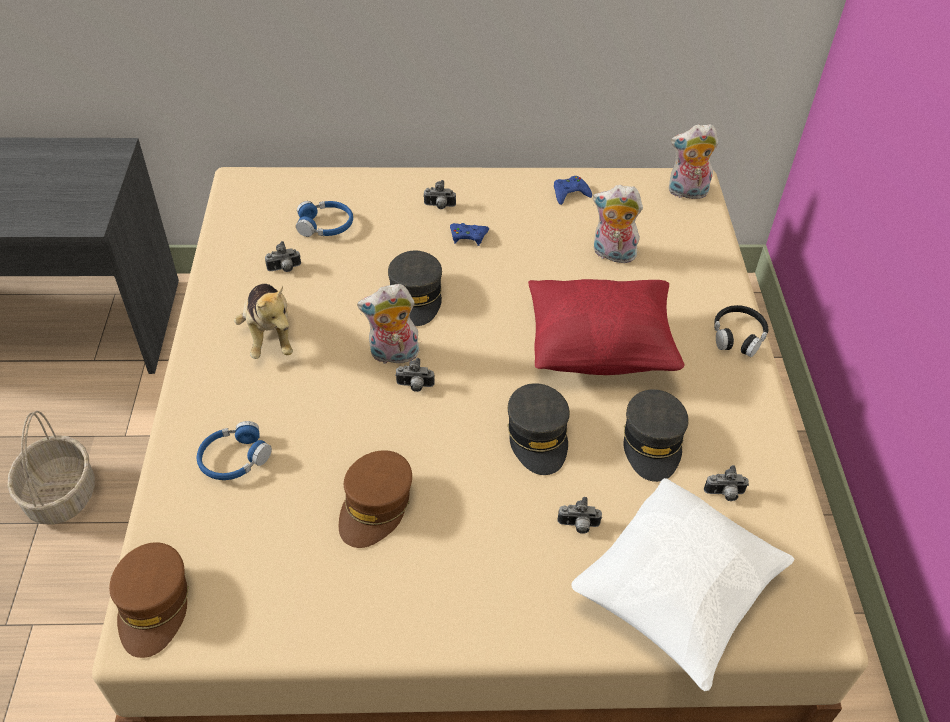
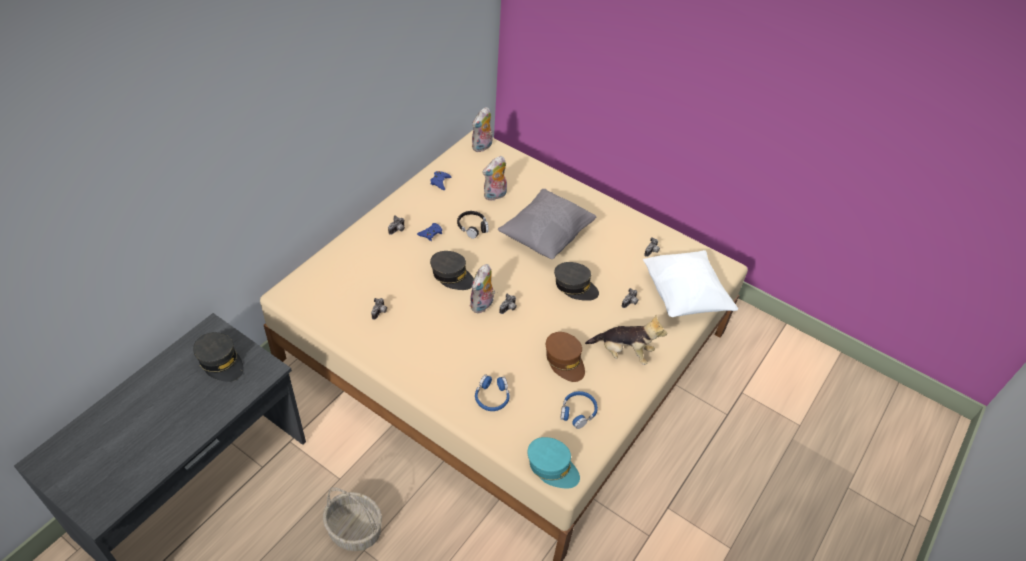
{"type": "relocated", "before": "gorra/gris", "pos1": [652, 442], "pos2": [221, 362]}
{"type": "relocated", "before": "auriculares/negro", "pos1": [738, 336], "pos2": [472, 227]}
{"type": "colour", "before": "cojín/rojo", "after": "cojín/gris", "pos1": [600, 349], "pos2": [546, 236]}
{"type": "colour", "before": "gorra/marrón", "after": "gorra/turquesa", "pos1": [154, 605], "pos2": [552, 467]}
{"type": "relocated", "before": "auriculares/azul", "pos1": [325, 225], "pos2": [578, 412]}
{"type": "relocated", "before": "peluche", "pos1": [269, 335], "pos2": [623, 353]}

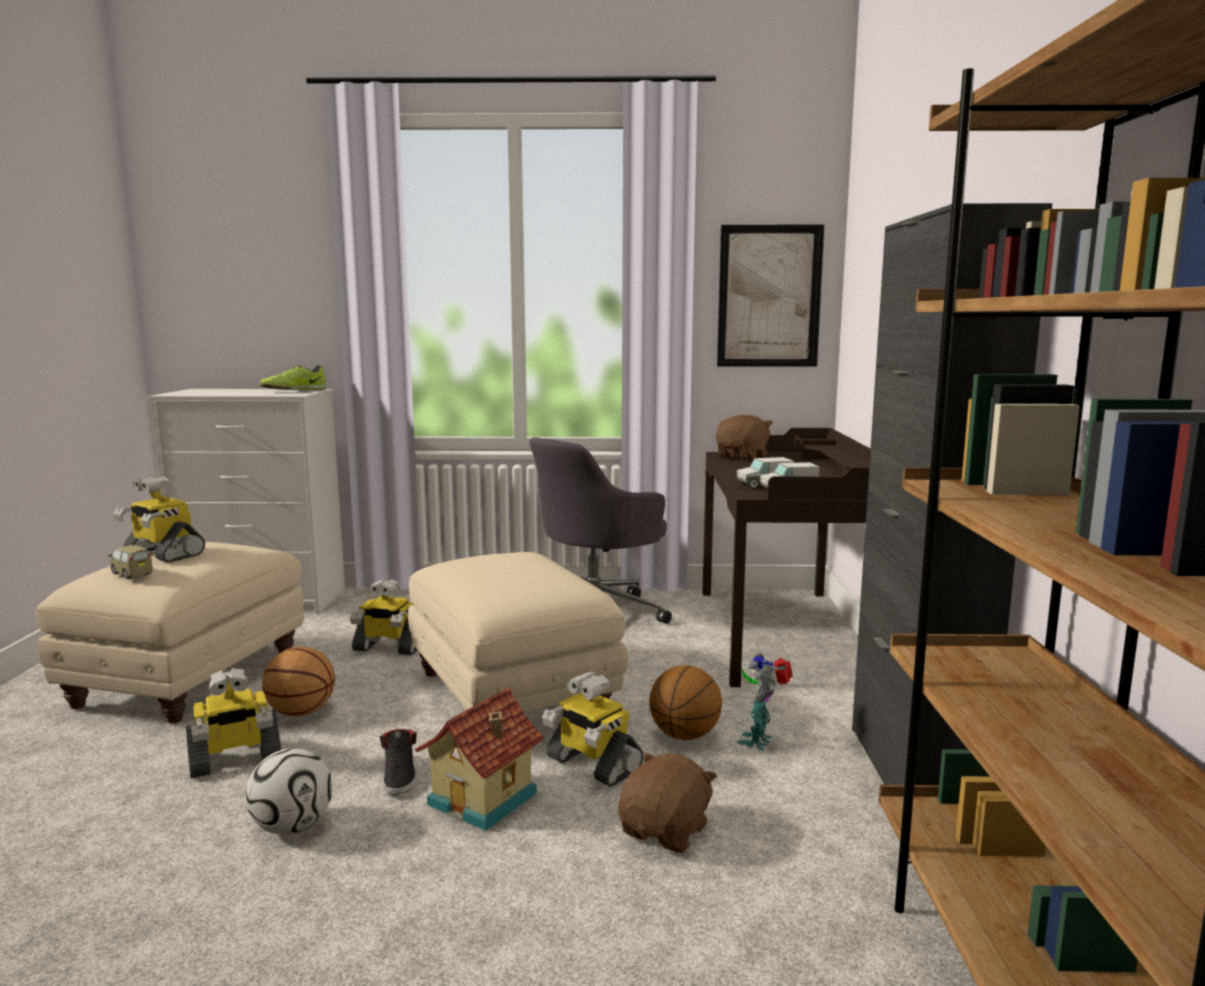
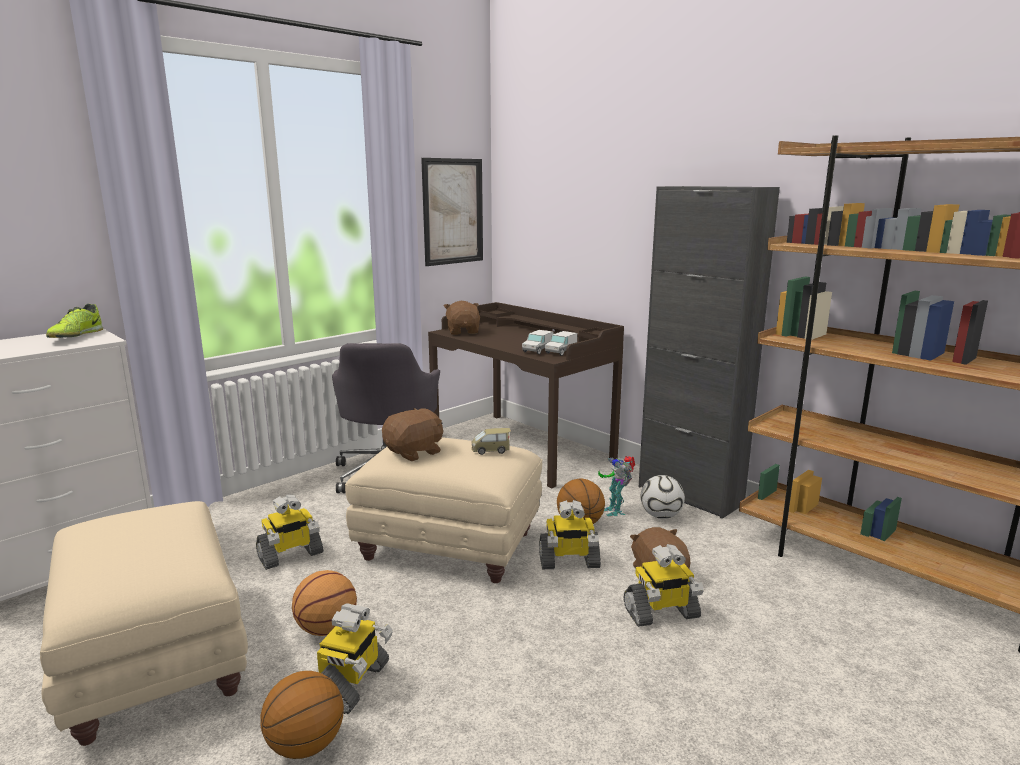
{"type": "appeared", "after": "balón de baloncesto", "pos2": [305, 745]}
{"type": "appeared", "after": "peluche/marrón", "pos2": [415, 452]}
{"type": "relocated", "before": "coche de juguete", "pos1": [131, 573], "pos2": [490, 450]}
{"type": "relocated", "before": "robot de juguete", "pos1": [163, 554], "pos2": [661, 613]}
{"type": "relocated", "before": "balón de fútbol", "pos1": [292, 826], "pos2": [660, 516]}
{"type": "missing", "before": "zapato/negro", "pos1": [400, 776]}
{"type": "missing", "before": "casita", "pos1": [485, 799]}

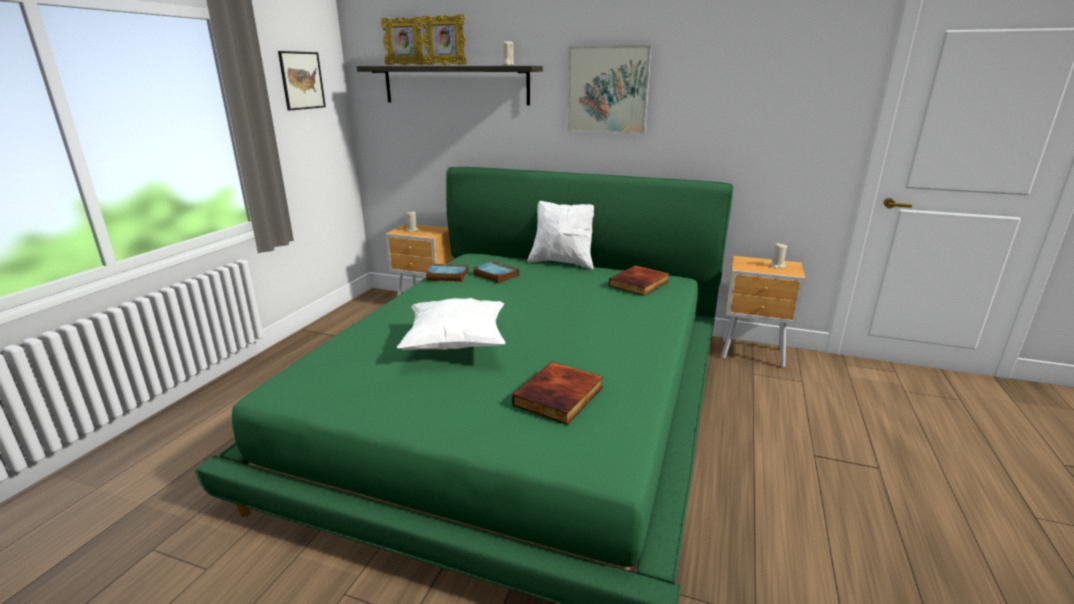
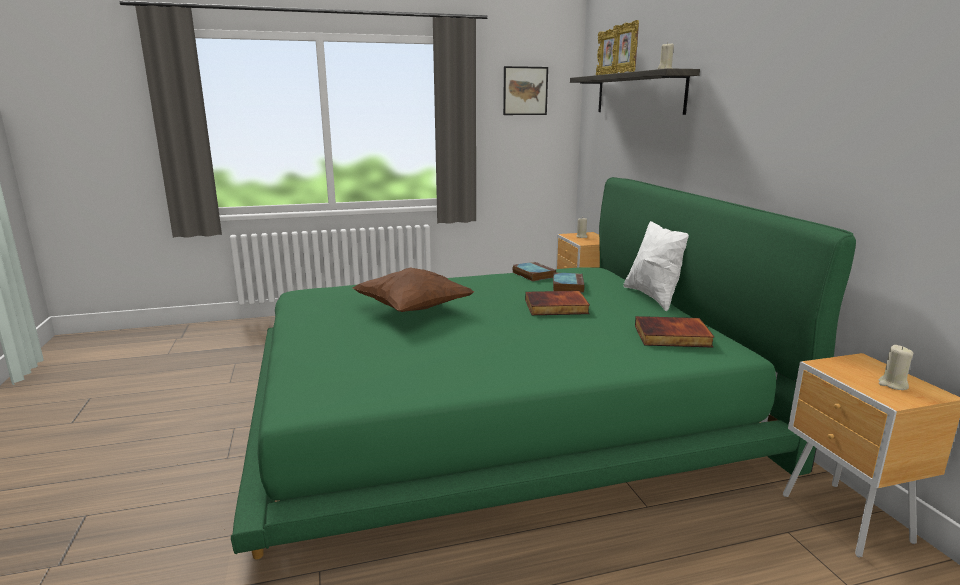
{"type": "colour", "before": "cojín/blanco", "after": "cojín/marrón", "pos1": [456, 344], "pos2": [413, 309]}
{"type": "relocated", "before": "libro", "pos1": [560, 397], "pos2": [556, 307]}
{"type": "missing", "before": "cuadro", "pos1": [607, 90]}

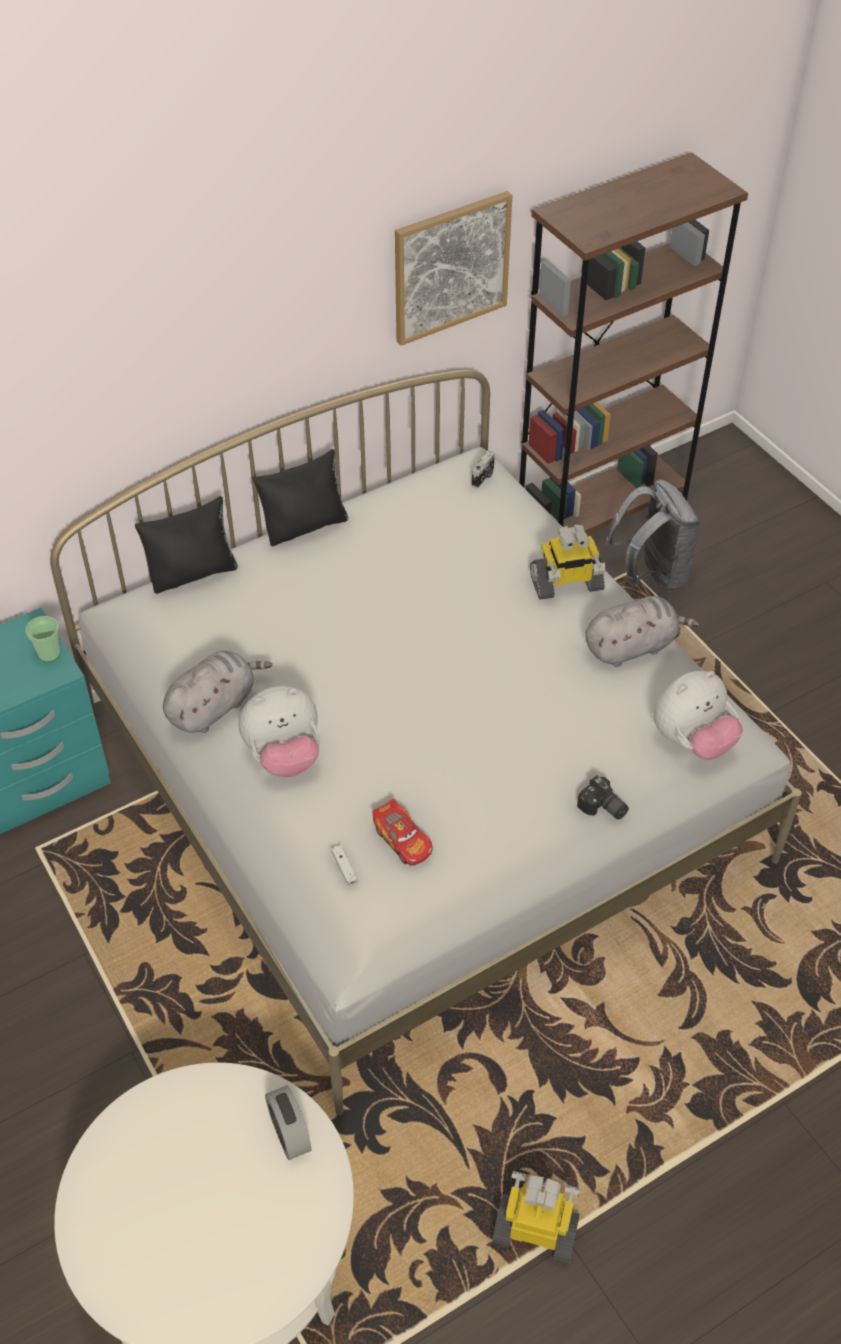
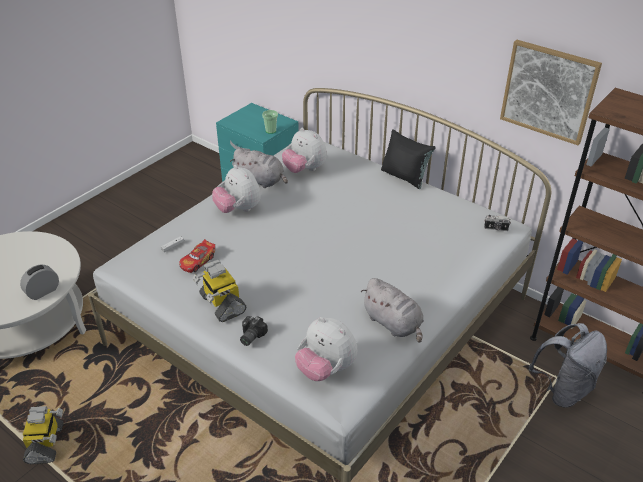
{"type": "relocated", "before": "robot de juguete", "pos1": [566, 584], "pos2": [221, 304]}
{"type": "appeared", "after": "peluche", "pos2": [304, 170]}
{"type": "missing", "before": "cojín/negro", "pos1": [193, 573]}

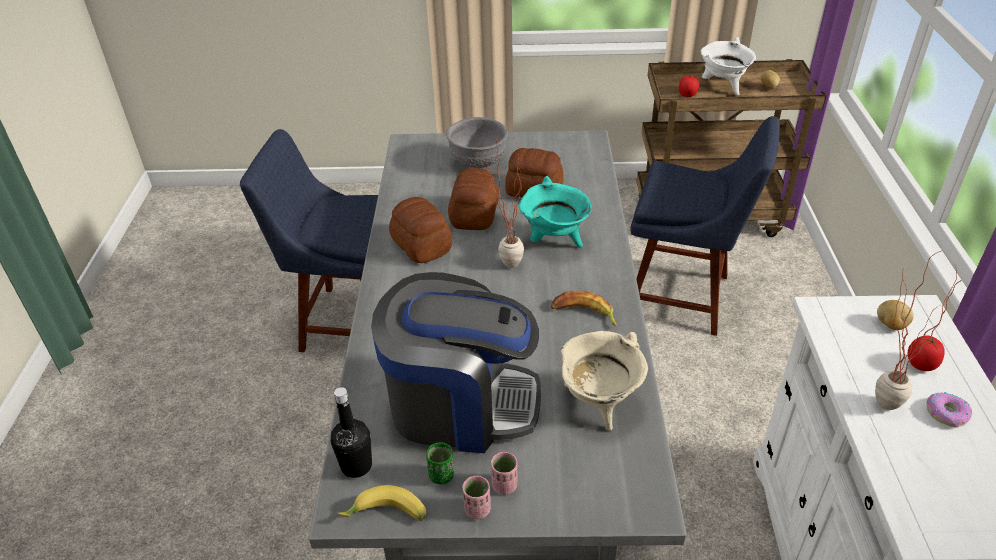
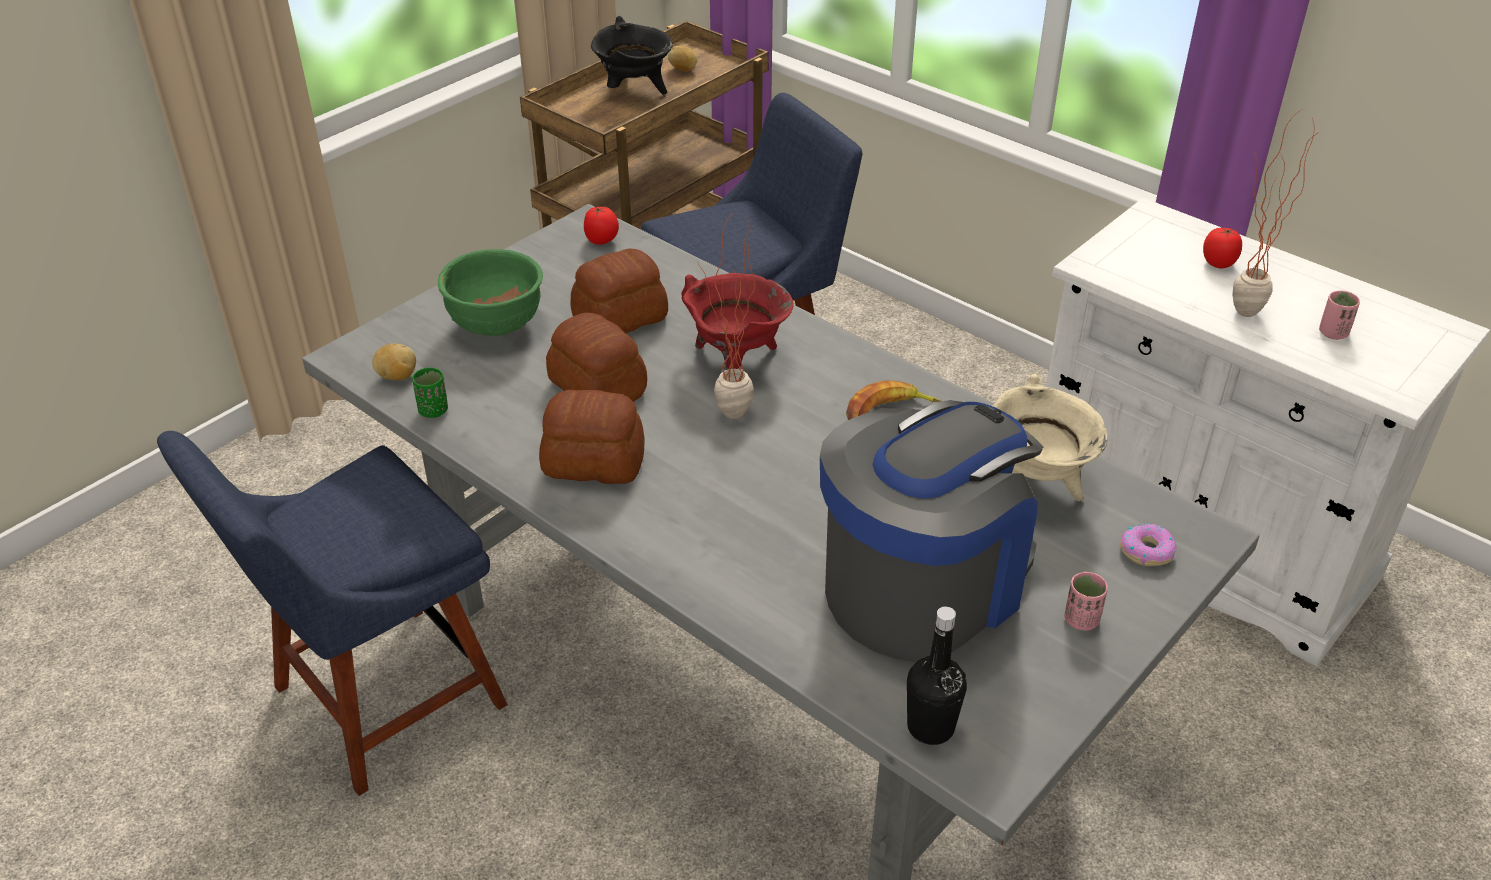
{"type": "relocated", "before": "patata", "pos1": [890, 325], "pos2": [397, 376]}
{"type": "relocated", "before": "taza/verde", "pos1": [441, 475], "pos2": [433, 410]}
{"type": "colour", "before": "cuenco/gris", "after": "cuenco/verde", "pos1": [478, 164], "pos2": [498, 327]}
{"type": "relocated", "before": "tomate", "pos1": [687, 95], "pos2": [602, 241]}
{"type": "colour", "before": "olla/blanco", "after": "olla/negro", "pos1": [723, 87], "pos2": [634, 91]}
{"type": "colour", "before": "olla/turquesa", "after": "olla/rojo", "pos1": [554, 241], "pos2": [737, 359]}
{"type": "relocated", "before": "rosquilla", "pos1": [946, 413], "pos2": [1146, 551]}
{"type": "relocated", "before": "taza/rosa", "pos1": [477, 509], "pos2": [1333, 333]}
{"type": "missing", "before": "plátano", "pos1": [386, 516]}

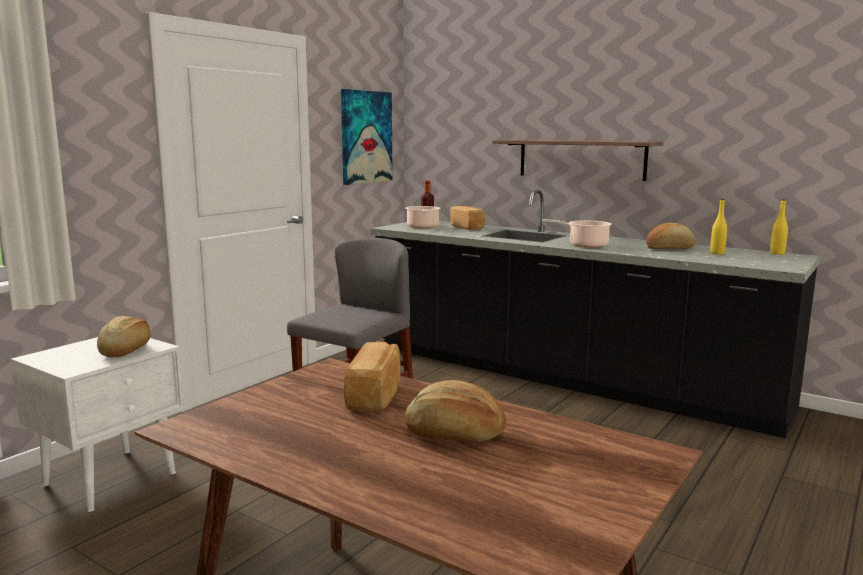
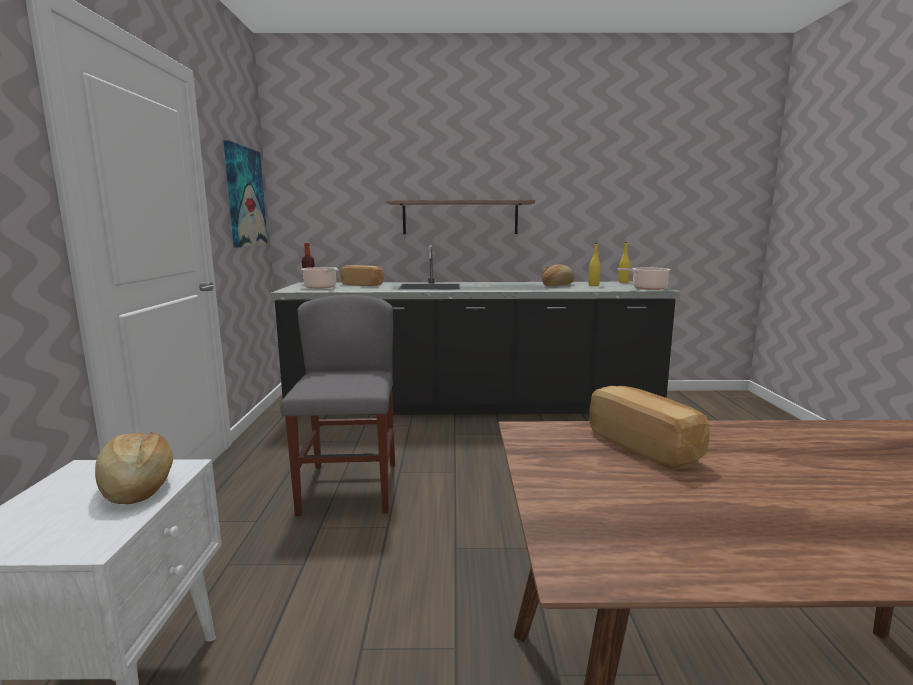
{"type": "relocated", "before": "olla", "pos1": [585, 245], "pos2": [647, 288]}
{"type": "missing", "before": "pan", "pos1": [454, 434]}

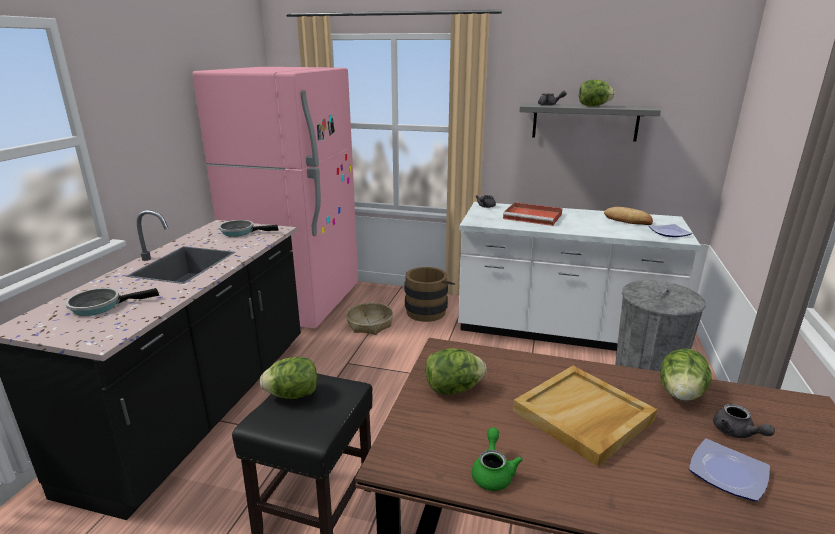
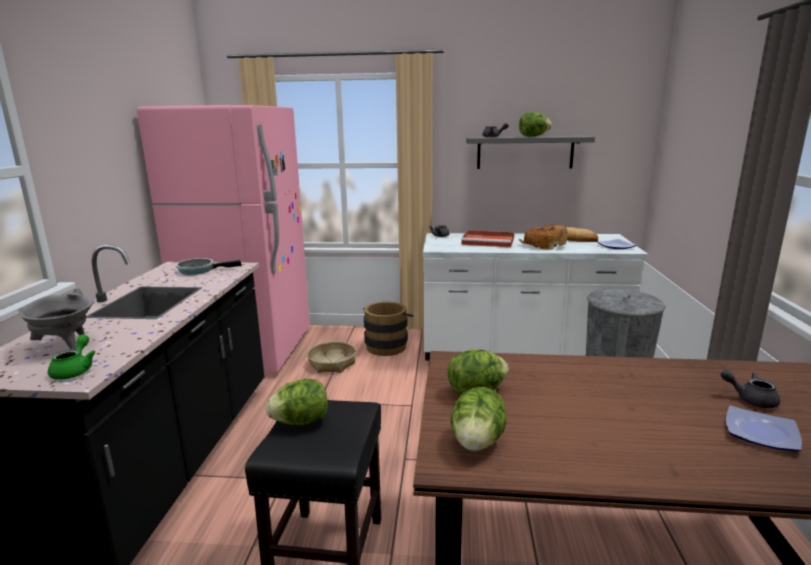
{"type": "exchanged", "before": "sartén", "after": "olla/gris", "pos1": [100, 306], "pos2": [65, 346]}
{"type": "relocated", "before": "tetera/verde", "pos1": [493, 472], "pos2": [75, 370]}
{"type": "relocated", "before": "lechuga", "pos1": [680, 394], "pos2": [477, 442]}
{"type": "appeared", "after": "pan", "pos2": [544, 245]}
{"type": "spun", "before": "tetera/gris", "pos1": [736, 433], "pos2": [750, 399], "turn": 150}
{"type": "missing", "before": "bandeja/beis", "pos1": [583, 416]}

